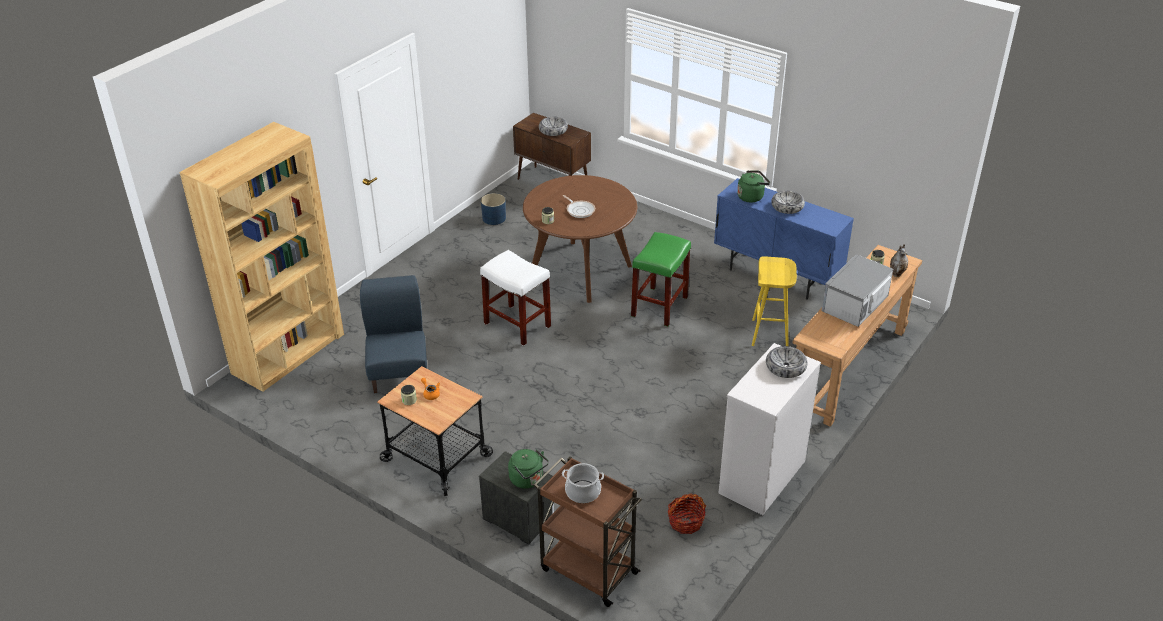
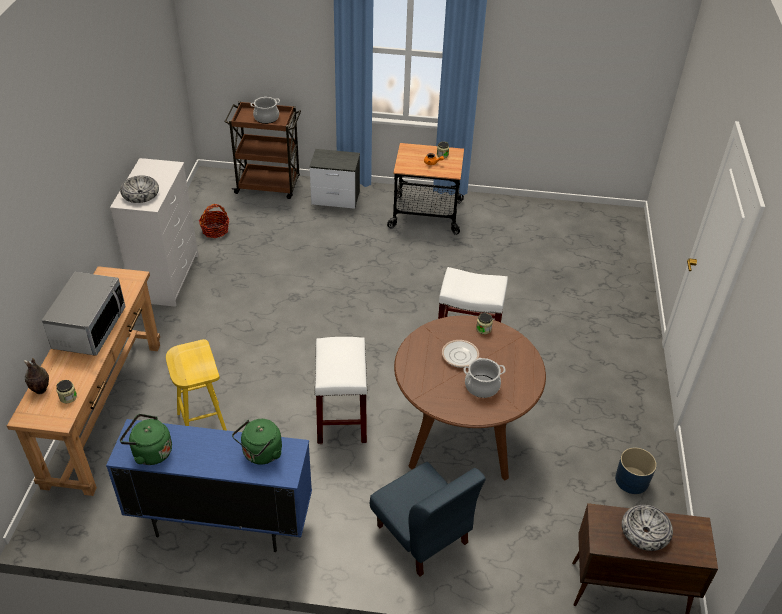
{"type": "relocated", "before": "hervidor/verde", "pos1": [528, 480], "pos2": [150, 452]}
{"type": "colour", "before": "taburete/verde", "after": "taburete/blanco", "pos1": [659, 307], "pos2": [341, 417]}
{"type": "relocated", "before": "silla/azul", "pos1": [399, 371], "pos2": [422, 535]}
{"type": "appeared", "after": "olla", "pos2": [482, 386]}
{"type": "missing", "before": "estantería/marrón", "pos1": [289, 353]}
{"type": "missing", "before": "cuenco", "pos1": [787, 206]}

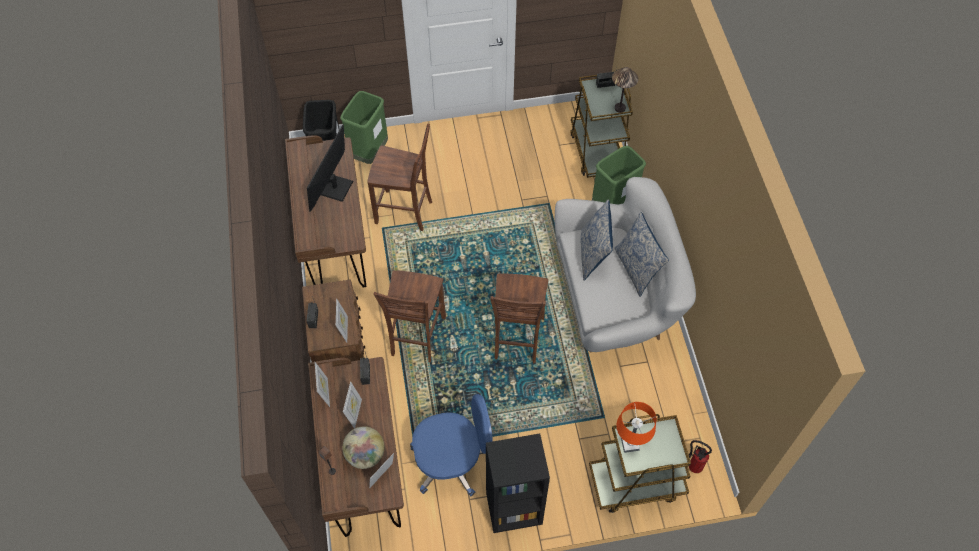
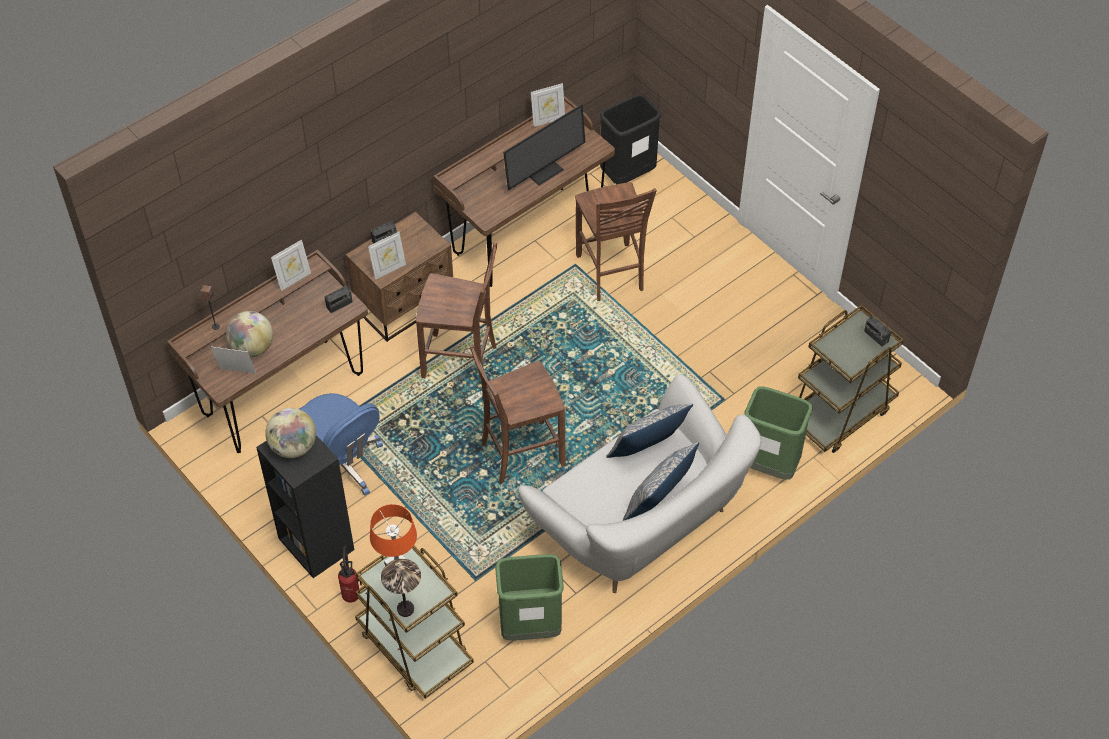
{"type": "appeared", "after": "globo terráqueo", "pos2": [293, 447]}
{"type": "relocated", "before": "extintor", "pos1": [693, 465], "pos2": [352, 593]}
{"type": "relocated", "before": "lámpara de mesa", "pos1": [619, 108], "pos2": [405, 609]}
{"type": "spun", "before": "silla/marrón", "pos1": [416, 337], "pos2": [461, 362], "turn": -150}
{"type": "relocated", "before": "papelera/verde", "pos1": [369, 153], "pos2": [530, 627]}
{"type": "spun", "before": "monitor", "pos1": [334, 187], "pos2": [541, 169], "turn": 150}
{"type": "relocated", "before": "portarretratos", "pos1": [355, 413], "pos2": [548, 120]}

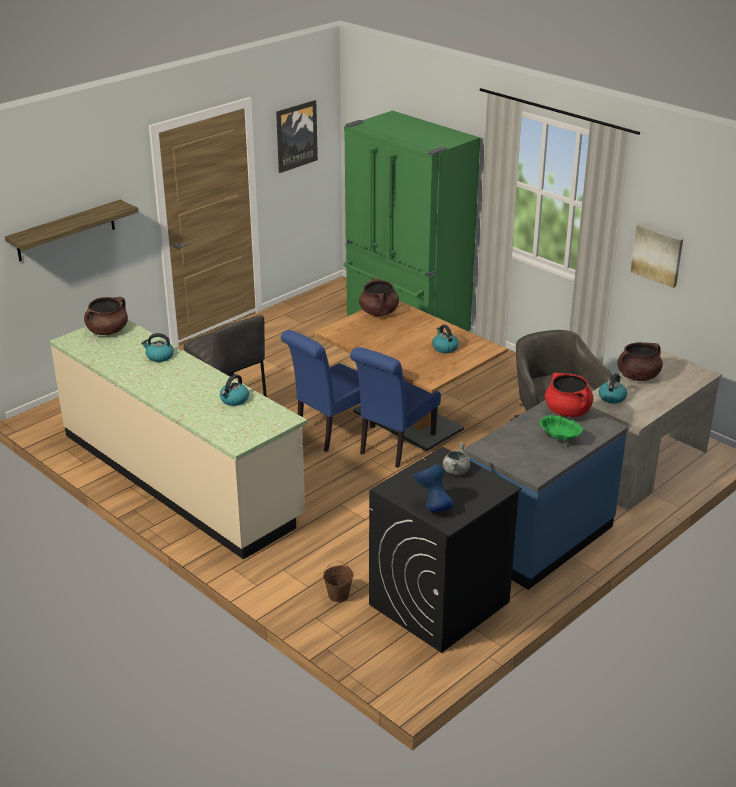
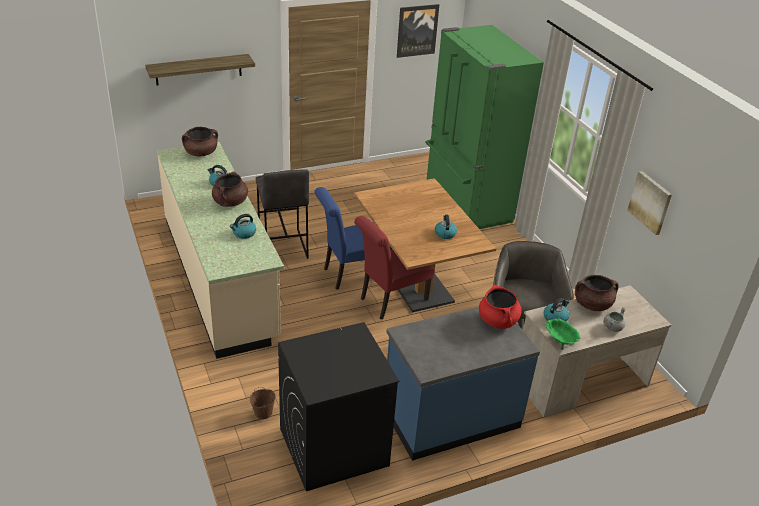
{"type": "relocated", "before": "olla/marrón", "pos1": [379, 312], "pos2": [230, 202]}
{"type": "colour", "before": "silla/azul", "after": "silla/rojo", "pos1": [394, 447], "pos2": [389, 301]}
{"type": "relocated", "before": "cuenco/verde", "pos1": [559, 439], "pos2": [560, 341]}
{"type": "relocated", "before": "olla/gris", "pos1": [456, 470], "pos2": [612, 327]}
{"type": "missing", "before": "florero/azul", "pos1": [432, 507]}

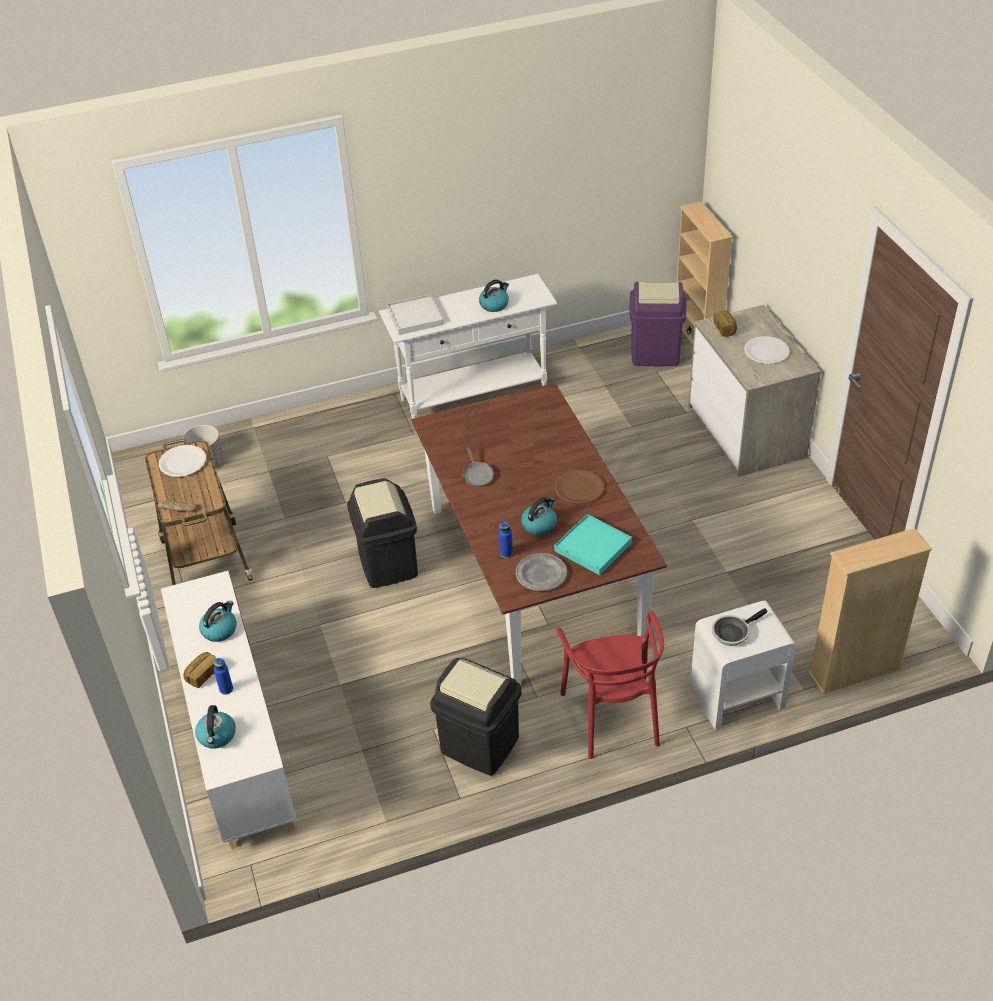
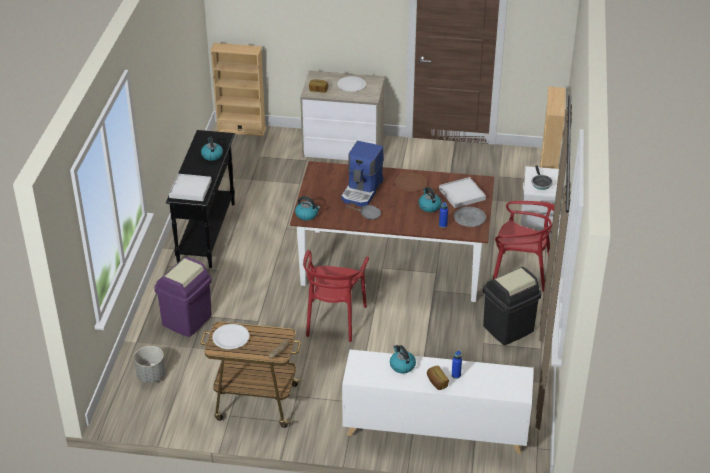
{"type": "relocated", "before": "papelera/morado", "pos1": [655, 353], "pos2": [187, 320]}
{"type": "colour", "before": "mesa consola/blanco", "after": "mesa consola/negro", "pos1": [474, 396], "pos2": [207, 233]}
{"type": "relocated", "before": "hervidor", "pos1": [217, 736], "pos2": [307, 215]}
{"type": "exchanged", "before": "papelera/negro", "after": "silla/rojo", "pos1": [387, 565], "pos2": [334, 320]}
{"type": "appeared", "after": "cafetera", "pos2": [362, 191]}
{"type": "colour", "before": "bandeja/turquesa", "after": "bandeja/blanco", "pos1": [592, 547], "pos2": [462, 194]}

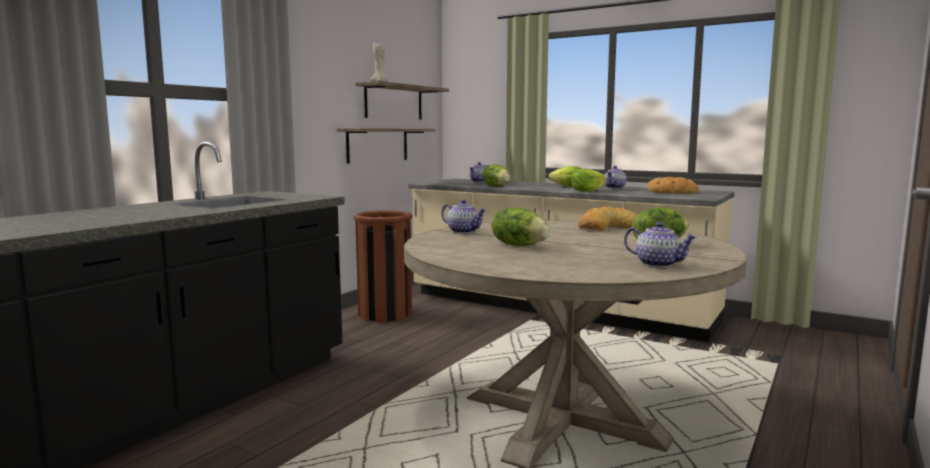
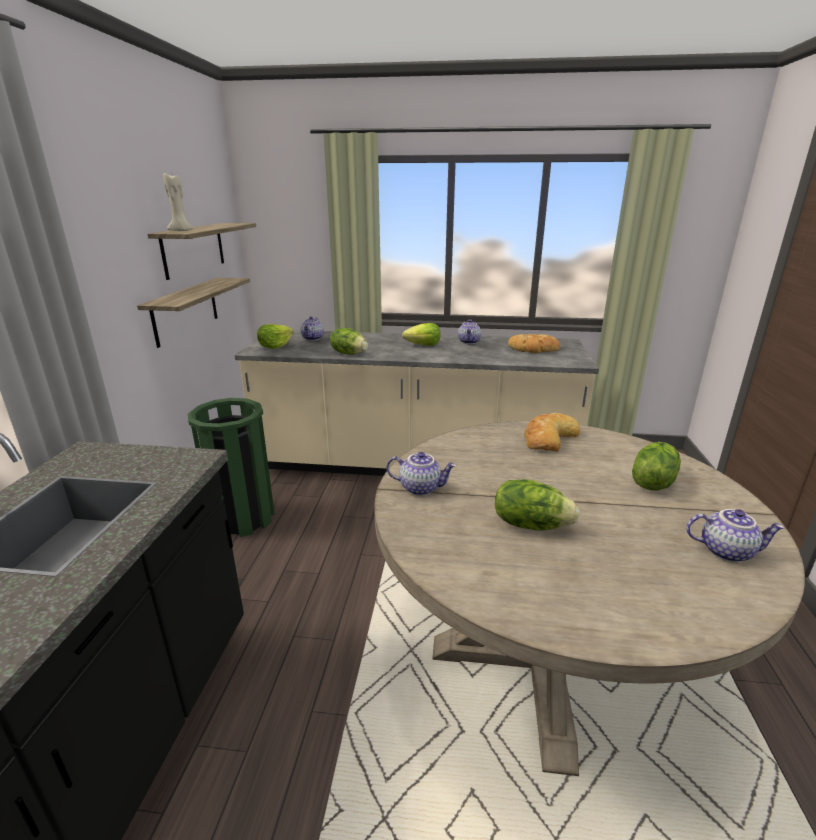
{"type": "colour", "before": "papelera/marrón", "after": "papelera/verde", "pos1": [385, 314], "pos2": [242, 518]}
{"type": "relocated", "before": "lechuga", "pos1": [587, 191], "pos2": [275, 346]}

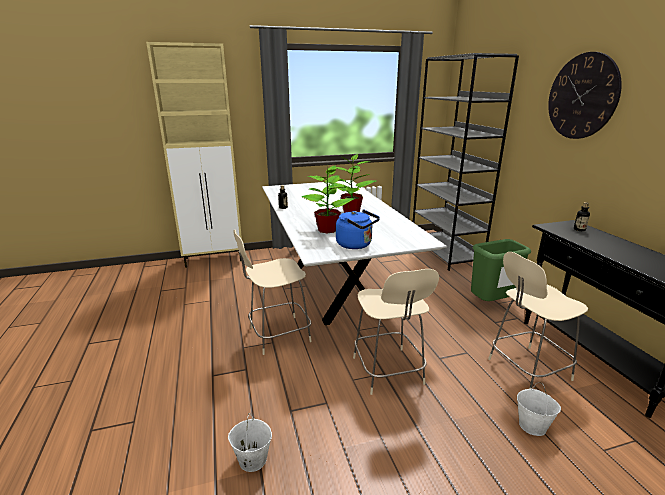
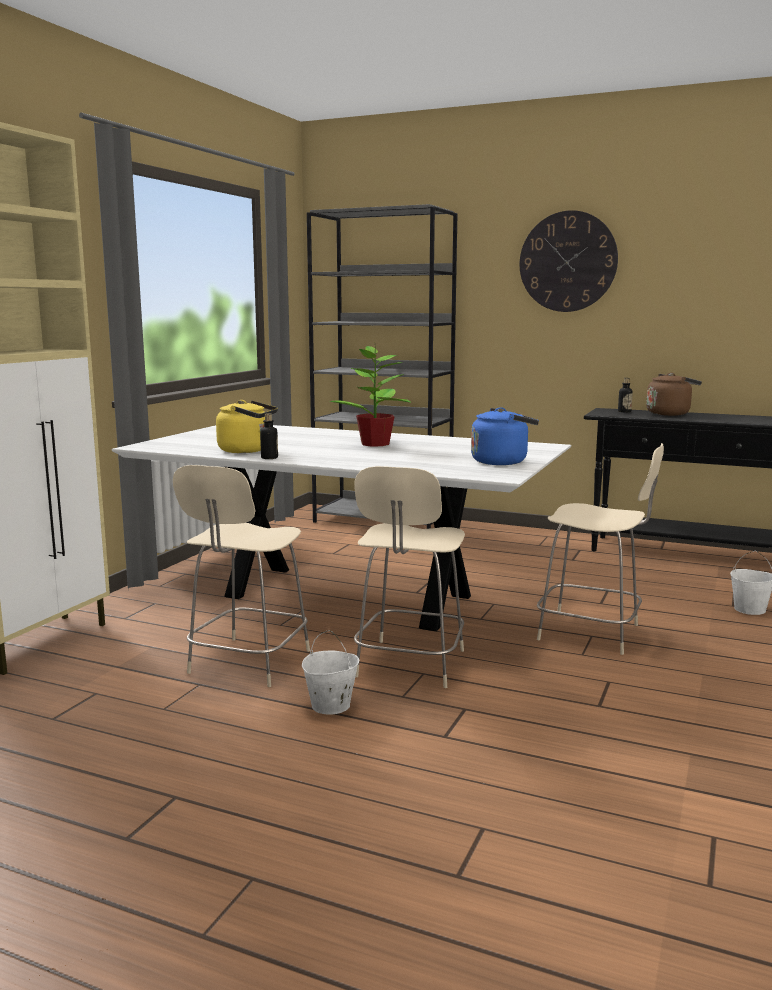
{"type": "relocated", "before": "silla/beis", "pos1": [526, 370], "pos2": [247, 663]}
{"type": "appeared", "after": "hervidor/amarillo", "pos2": [247, 450]}
{"type": "relocated", "before": "cubo/blanco", "pos1": [252, 460], "pos2": [330, 706]}
{"type": "appeared", "after": "hervidor/marrón", "pos2": [670, 414]}
{"type": "missing", "before": "planta en maceta", "pos1": [327, 229]}
{"type": "missing", "before": "papelera/verde", "pos1": [491, 304]}

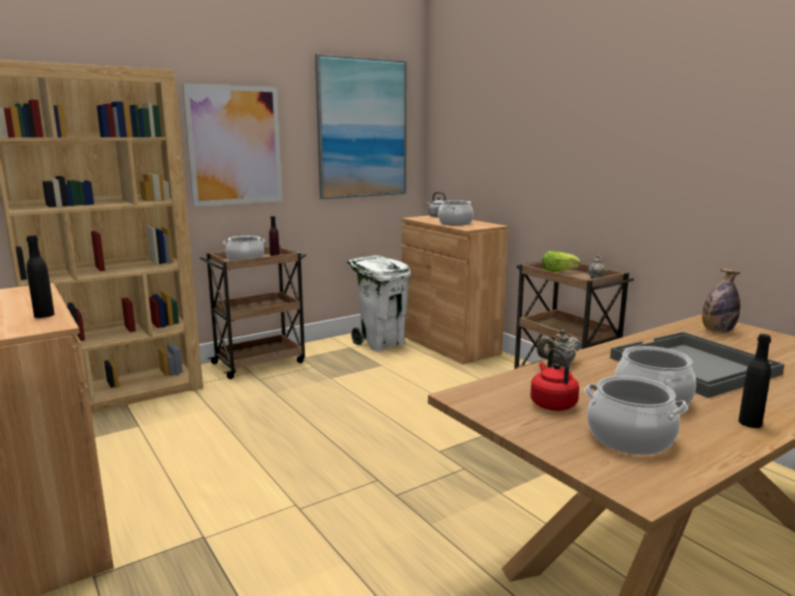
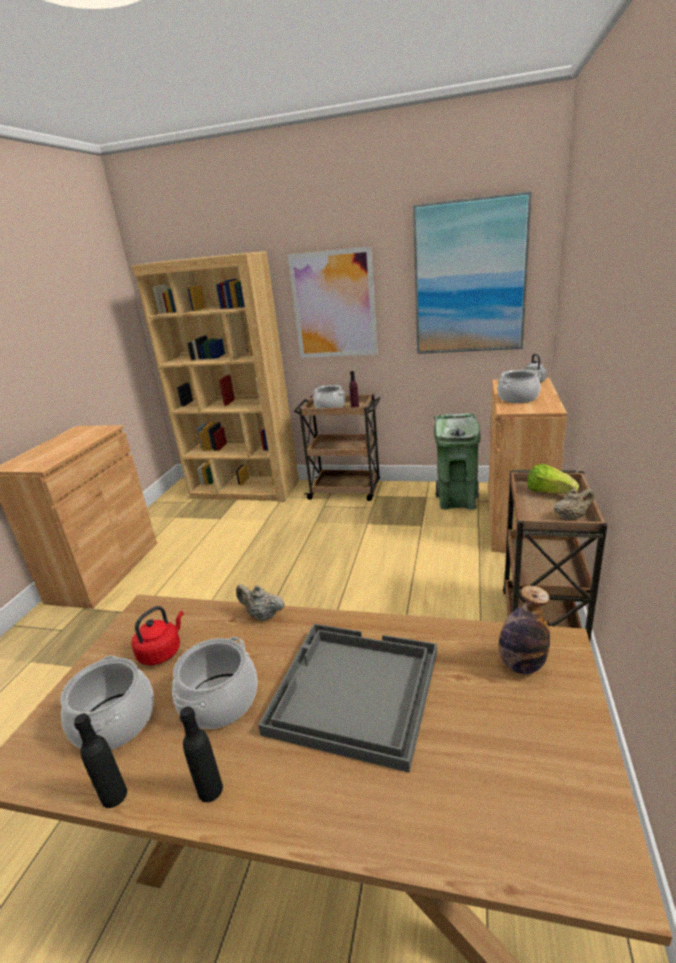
{"type": "relocated", "before": "botella/negro", "pos1": [44, 315], "pos2": [114, 796]}
{"type": "colour", "before": "papelera/blanco", "after": "papelera/verde", "pos1": [381, 343], "pos2": [457, 501]}

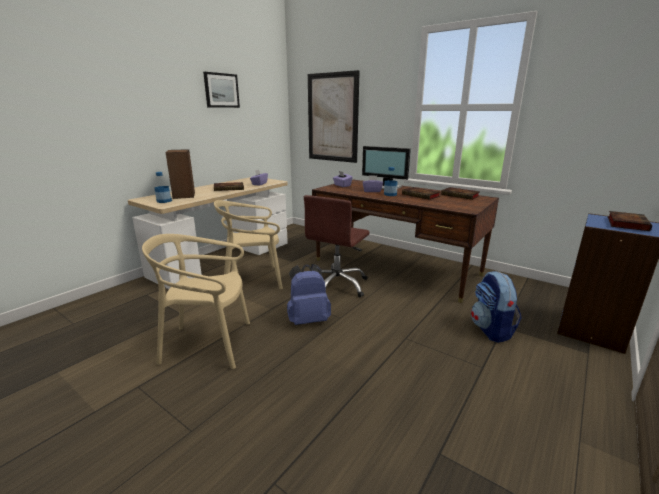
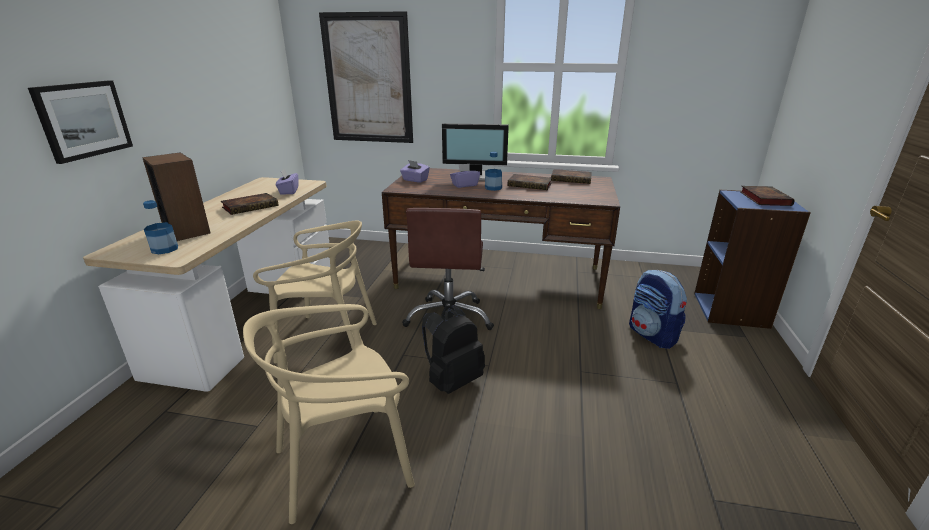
{"type": "relocated", "before": "cuadro", "pos1": [221, 90], "pos2": [83, 120]}
{"type": "spun", "before": "silla/beis", "pos1": [253, 280], "pos2": [328, 340], "turn": -135}
{"type": "colour", "before": "mochila/azul", "after": "mochila/negro", "pos1": [308, 320], "pos2": [452, 380]}

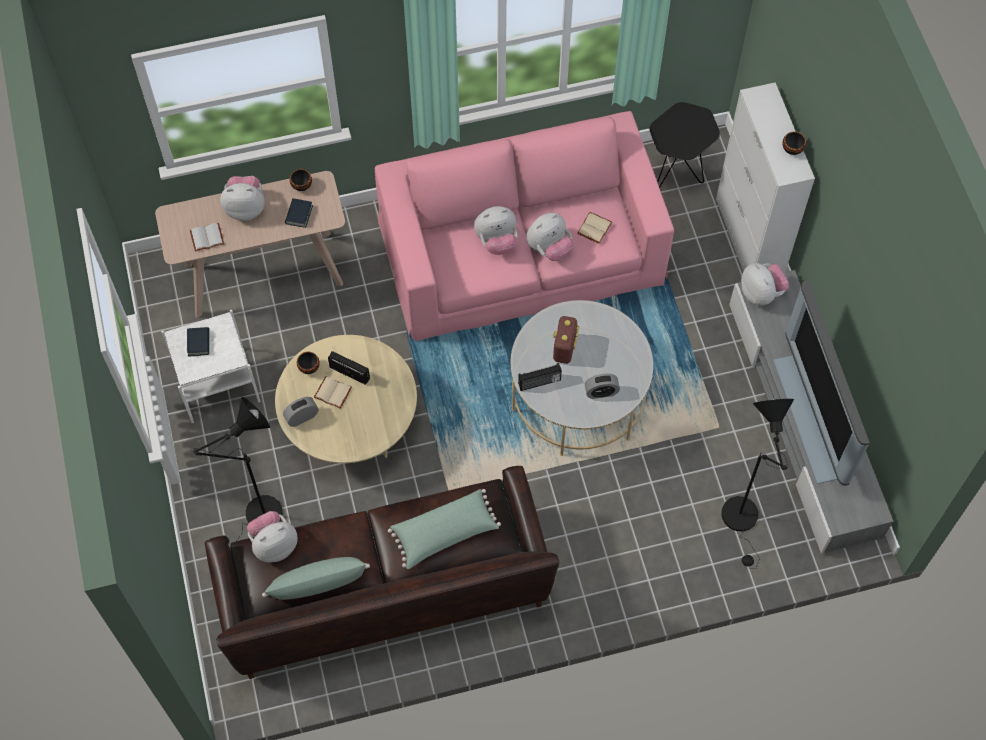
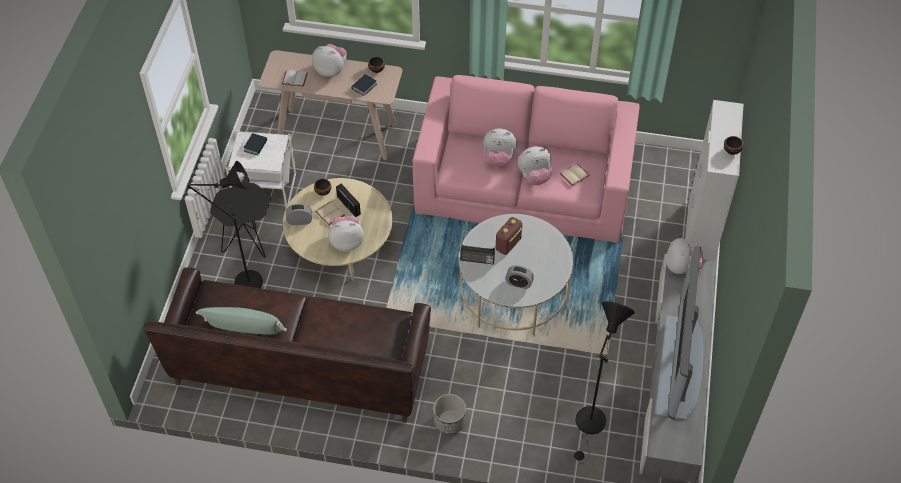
{"type": "relocated", "before": "mesa auxiliar/negro", "pos1": [676, 176], "pos2": [249, 245]}
{"type": "relocated", "before": "peluche", "pos1": [274, 544], "pos2": [347, 242]}
{"type": "appeared", "after": "maceta", "pos2": [449, 421]}
{"type": "missing", "before": "cojín/verde", "pos1": [445, 533]}

